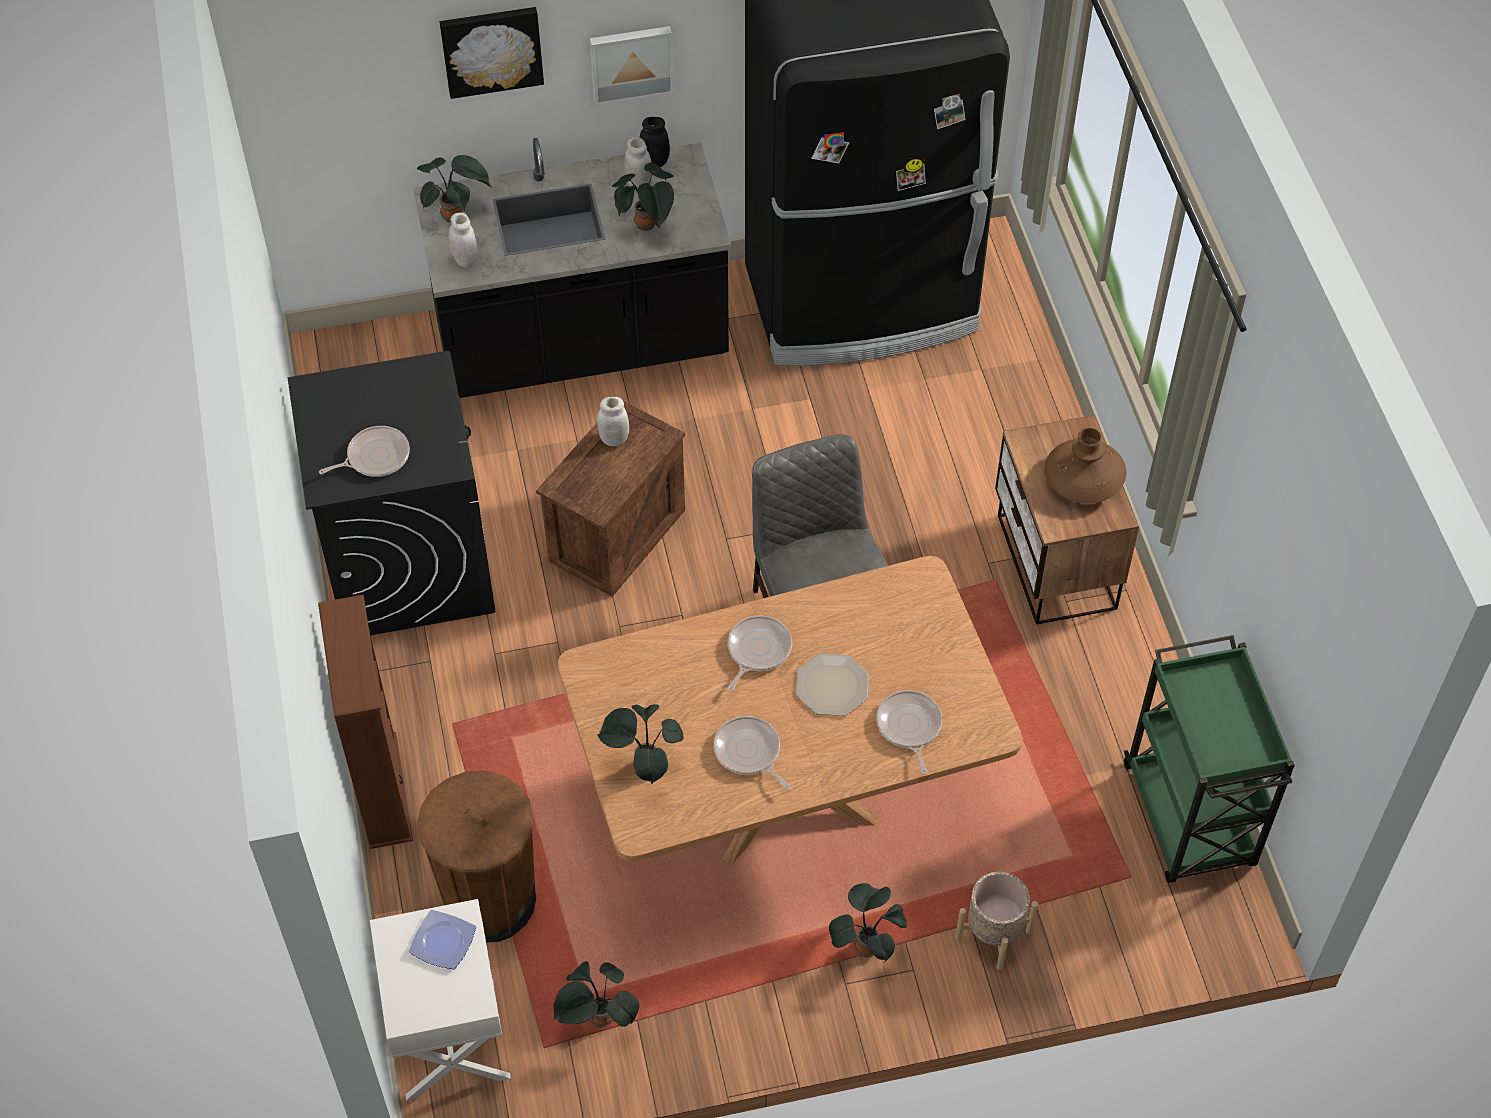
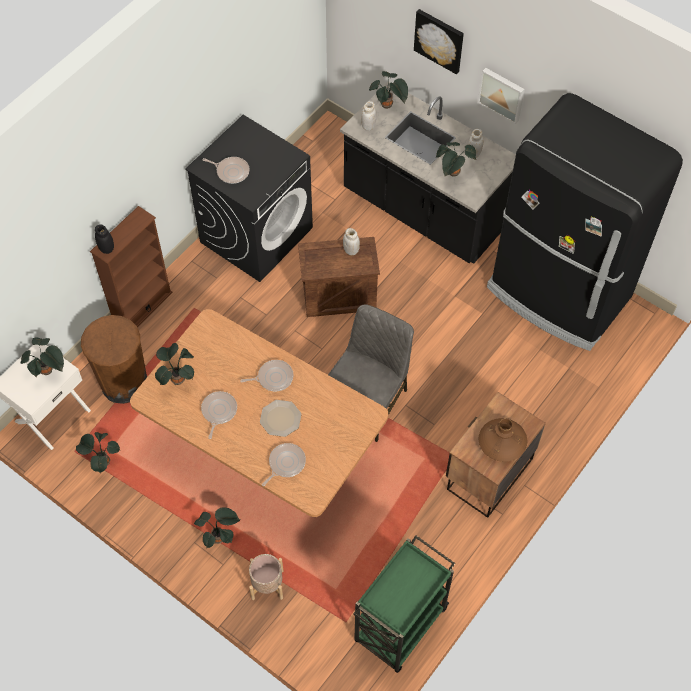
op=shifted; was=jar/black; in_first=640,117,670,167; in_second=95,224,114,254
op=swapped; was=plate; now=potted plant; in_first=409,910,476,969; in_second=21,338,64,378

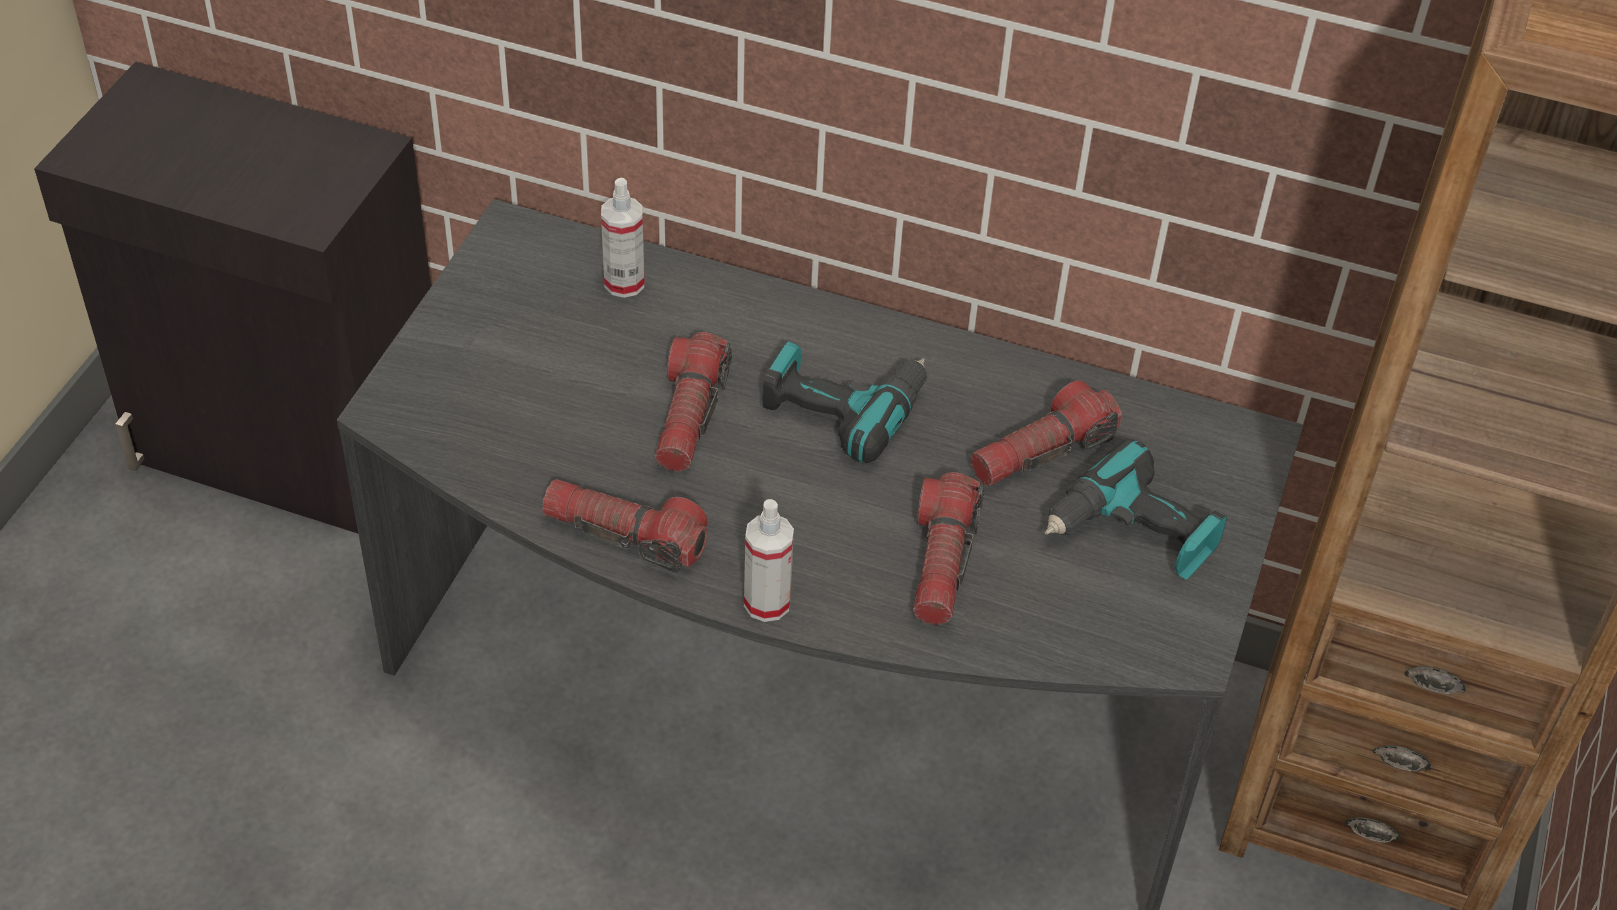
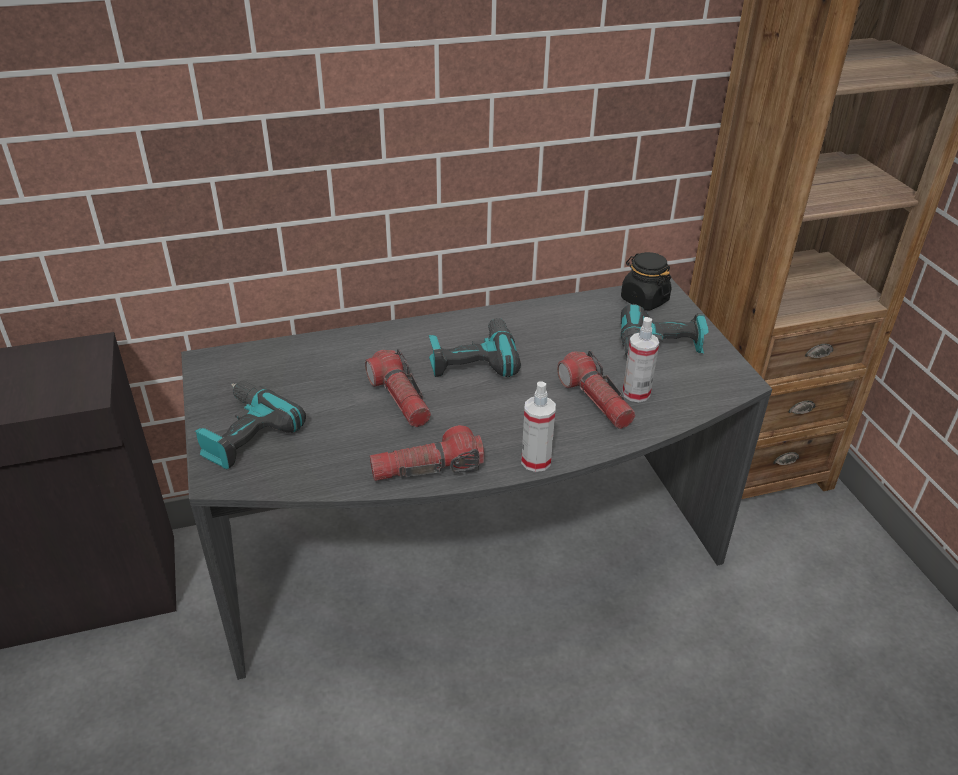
op=shifted; was=spray bottle; in_first=601,178,645,298; in_second=622,317,659,402
op=gone; was=flashlight; in_first=971,380,1122,486
op=new; now=jar/black; in_second=621,252,671,311
op=new; now=power drill; in_second=194,380,306,470

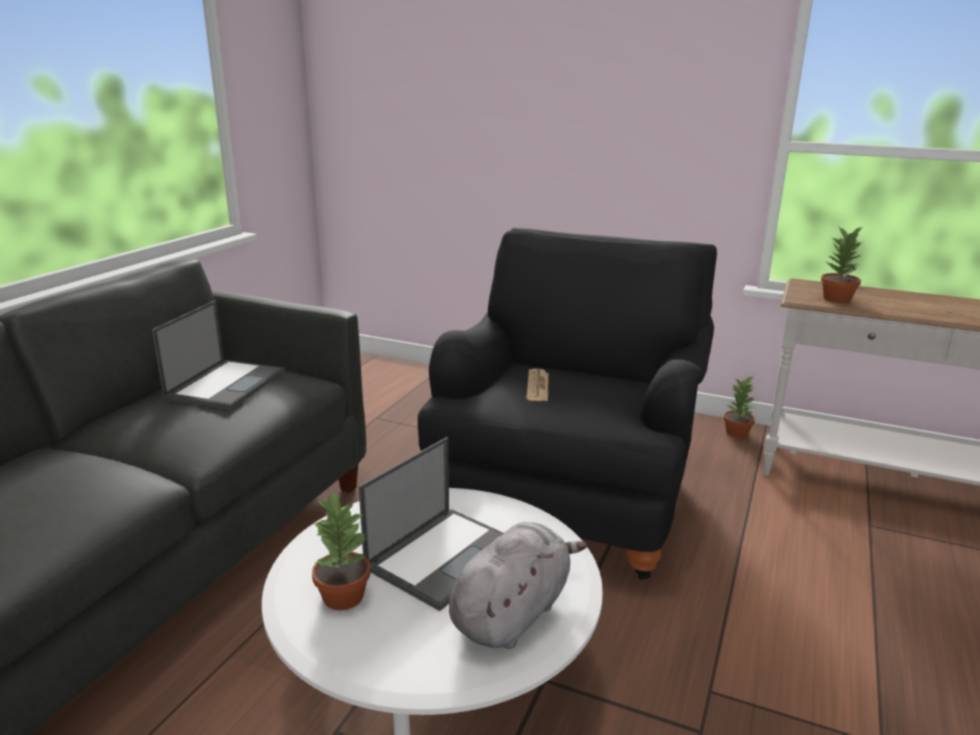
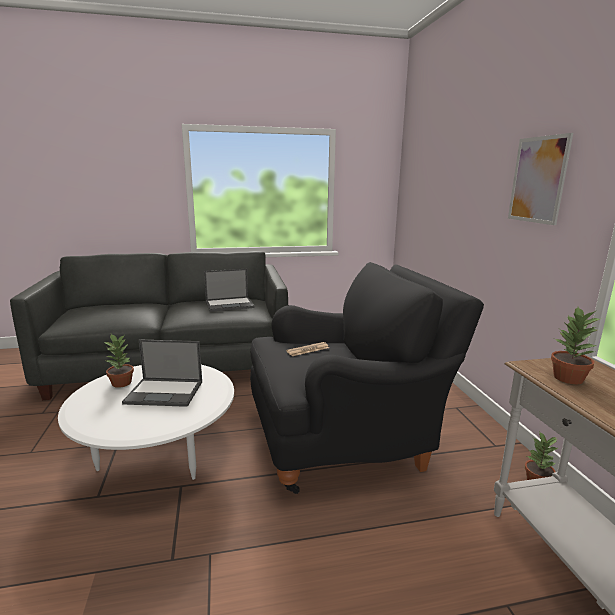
op=gone; was=plush toy/grey; in_first=449,522,587,649
op=new; now=picture; in_second=508,133,573,225

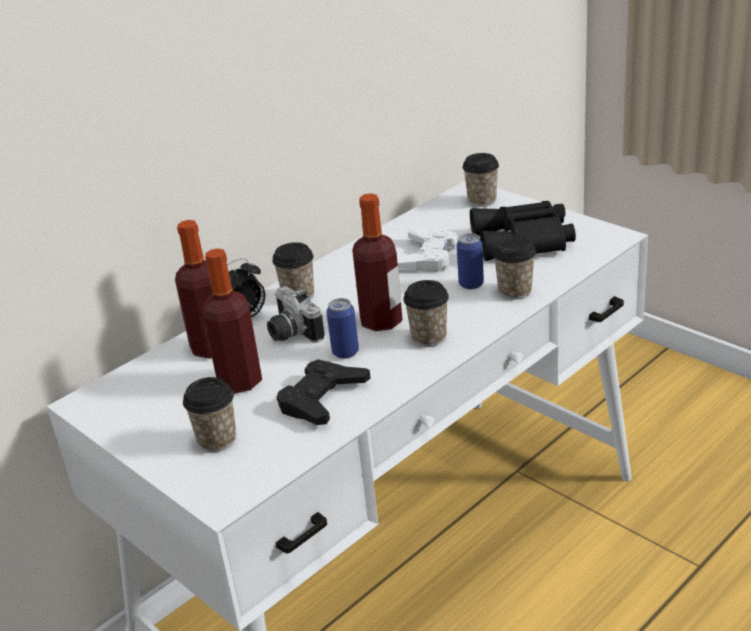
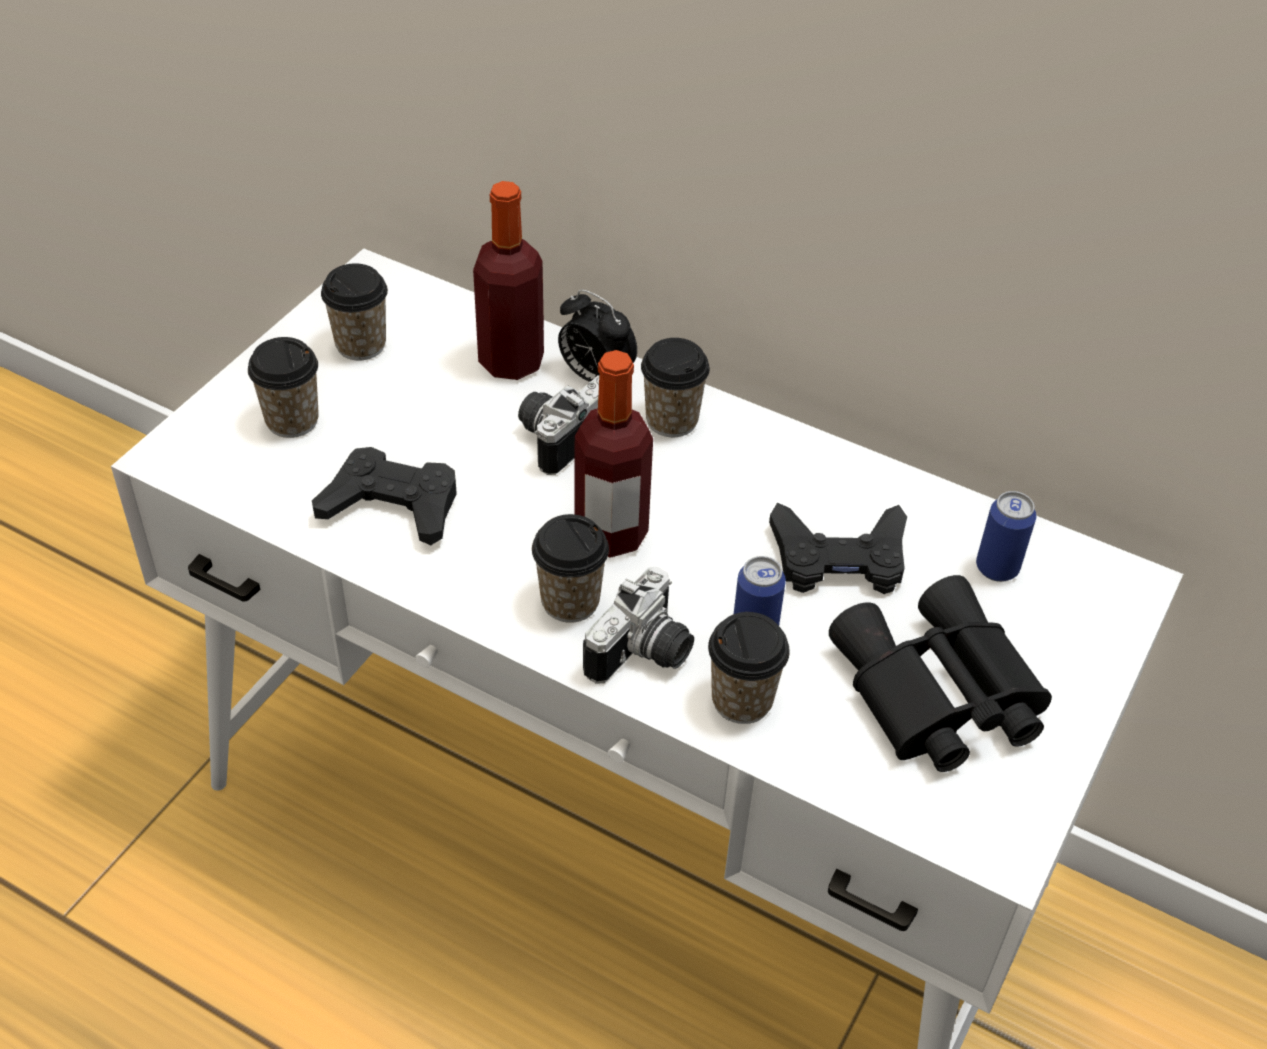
op=shifted; was=cup; in_first=462,153,499,207; in_second=321,263,388,361
op=repainted; was=game controller/white; now=game controller/black; in_first=397,227,457,272; in_second=769,503,907,594
op=gone; was=bottle; in_first=202,248,262,394
op=shifted; was=can; in_first=326,298,359,359; in_second=976,491,1036,582
op=new; now=photo camera; in_second=583,567,694,684

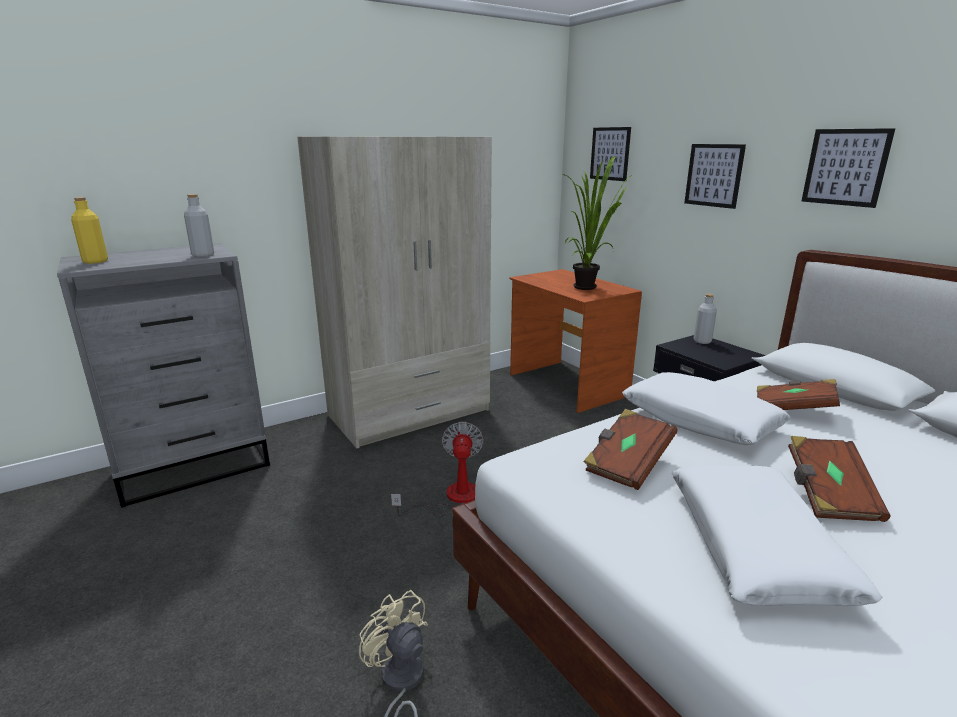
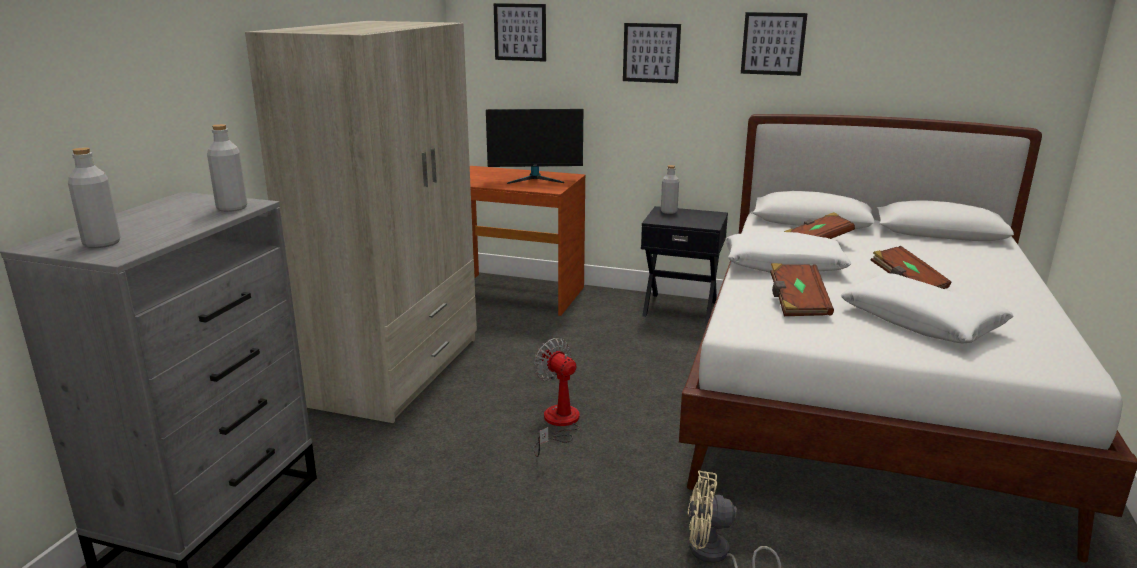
op=swapped; was=potted plant; now=monitor; in_first=562,156,632,290; in_second=486,109,583,184
op=repainted; was=bottle/yellow; now=bottle/grey; in_first=71,197,108,264; in_second=68,147,120,248

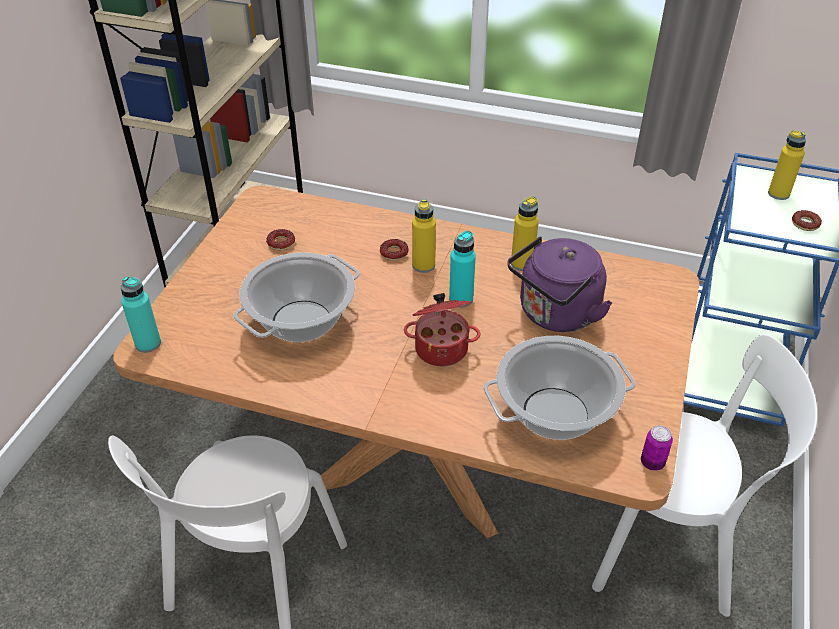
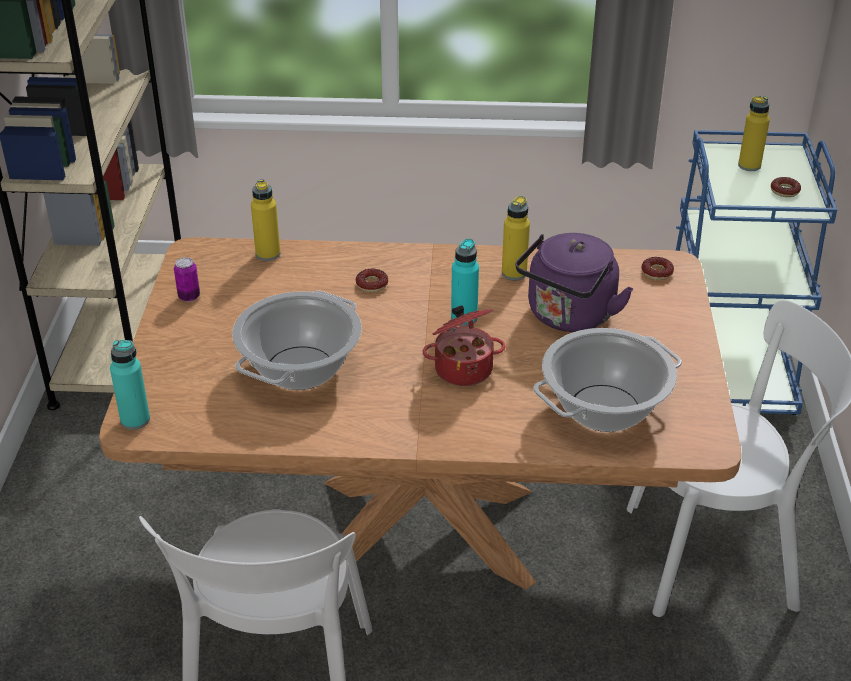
op=shifted; was=bottle/yellow; in_first=412,199,436,273; in_second=251,179,280,261
op=shifted; was=donut; in_first=266,229,295,251; in_second=642,257,674,280
op=shifted; was=can; in_first=641,425,673,471; in_second=174,257,200,302

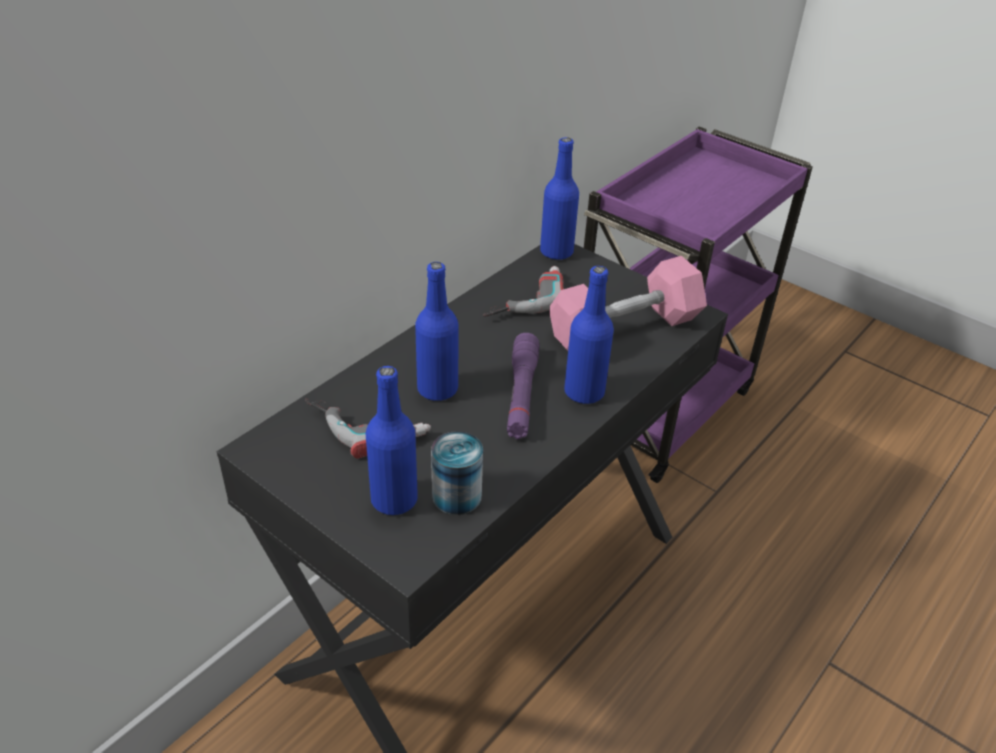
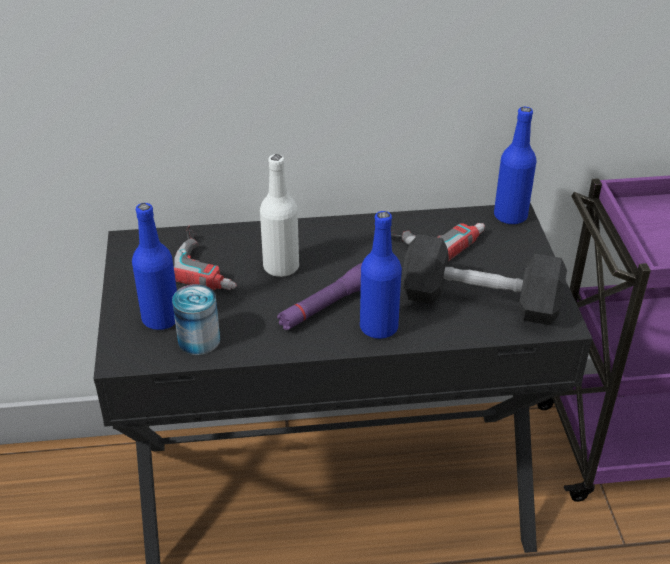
op=repainted; was=dumbbell/pink; now=dumbbell/black; in_first=550,256,707,350; in_second=401,234,567,325
op=repainted; was=bottle/blue; now=bottle/white; in_first=415,262,459,401; in_second=260,154,299,277

